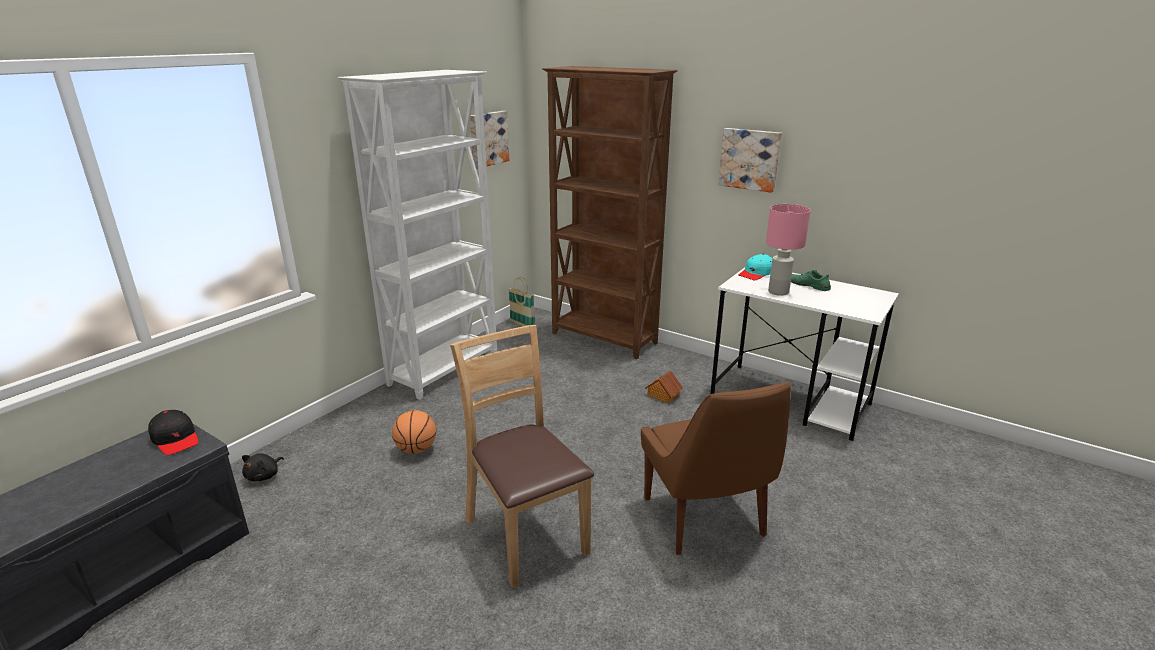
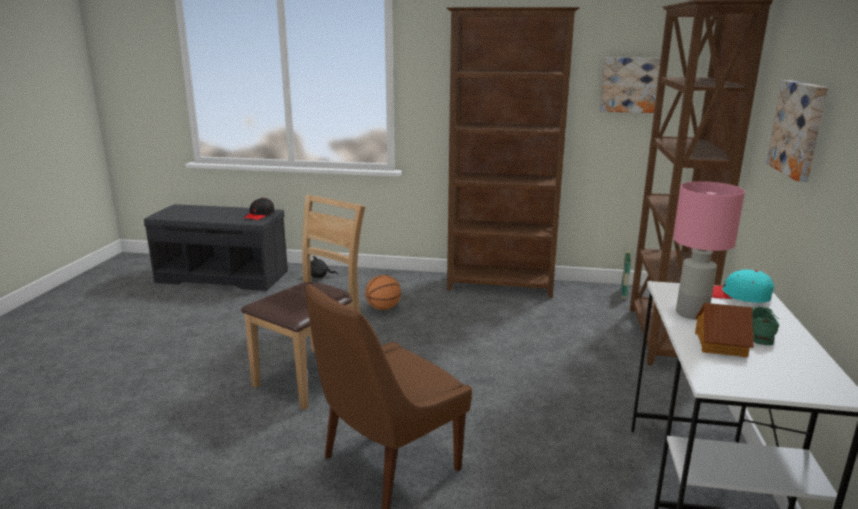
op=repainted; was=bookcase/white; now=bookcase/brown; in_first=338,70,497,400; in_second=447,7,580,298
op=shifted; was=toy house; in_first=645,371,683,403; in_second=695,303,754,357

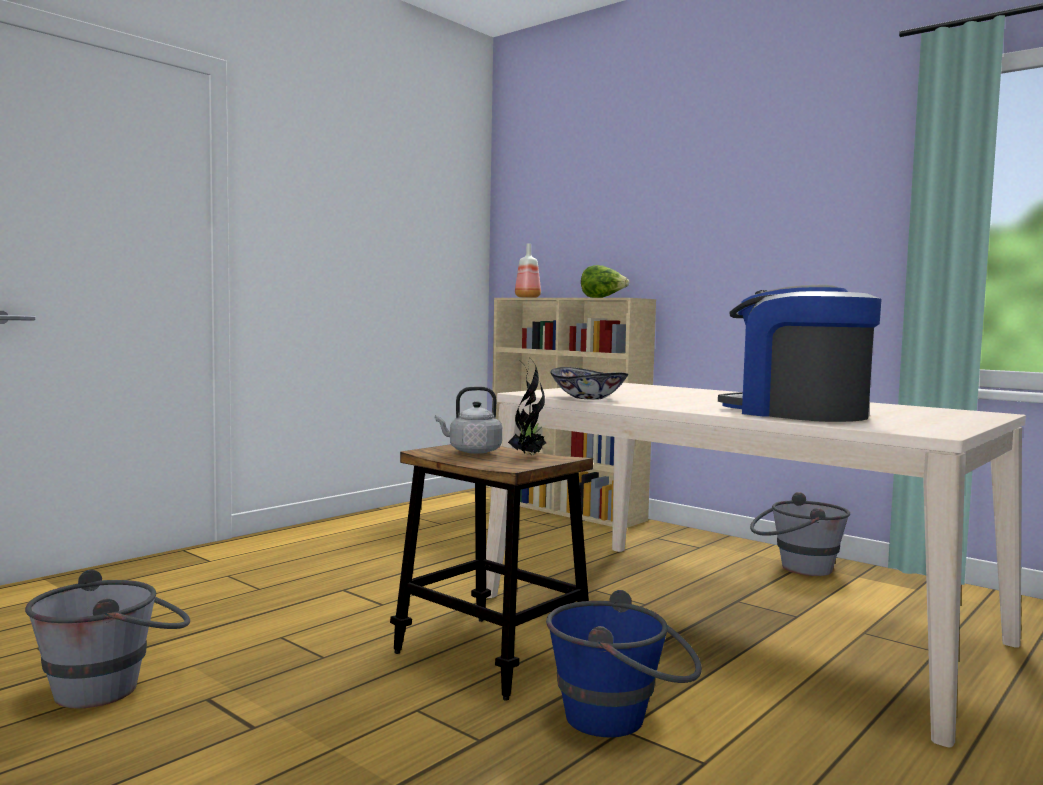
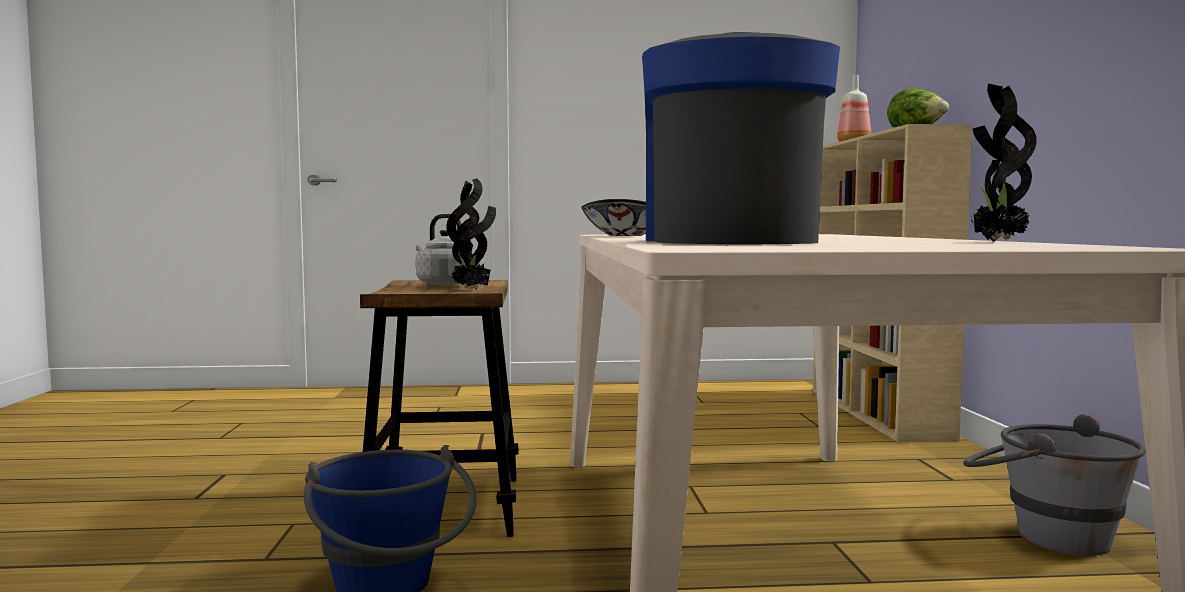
op=gone; was=bucket/grey; in_first=25,570,190,708
op=new; now=potted plant; in_second=971,84,1037,242

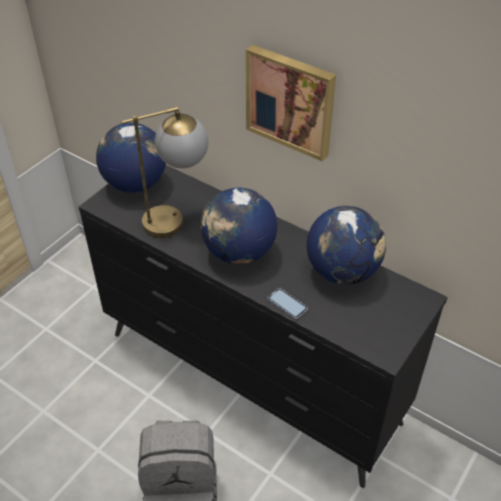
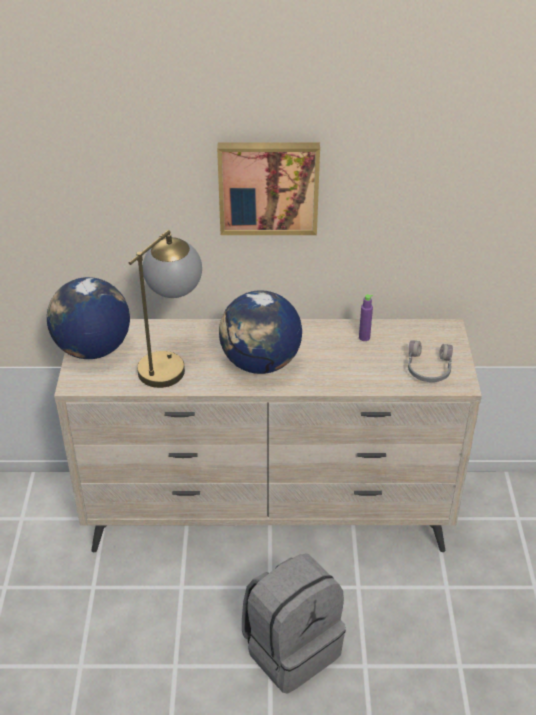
op=repainted; was=dresser/black; now=dresser/beige; in_first=79,165,448,488; in_second=54,319,482,552
op=swapped; was=globe; now=bottle/purple; in_first=307,206,386,285; in_second=359,294,373,341
op=gone; was=phone; in_first=268,288,308,319
op=new; now=headphones/grey; in_second=408,340,453,382

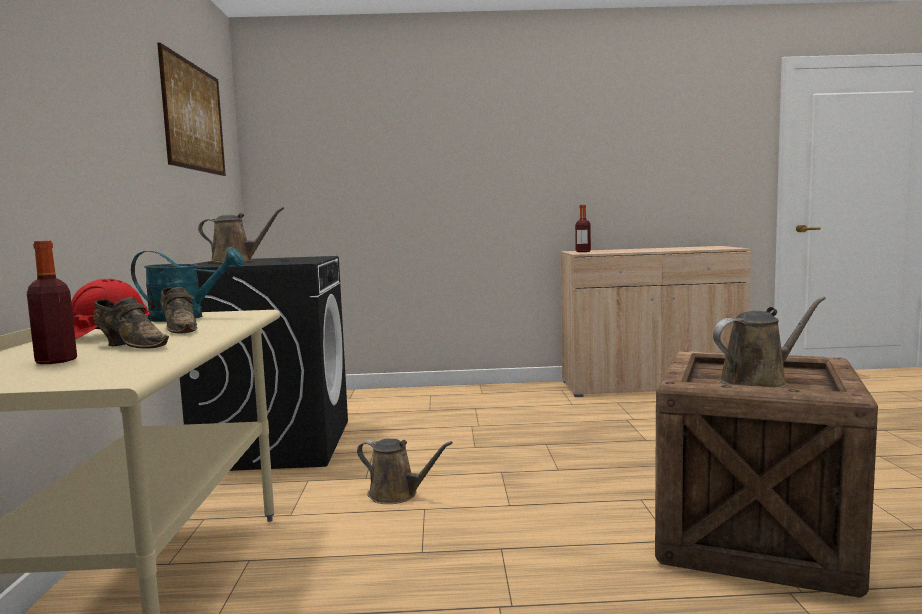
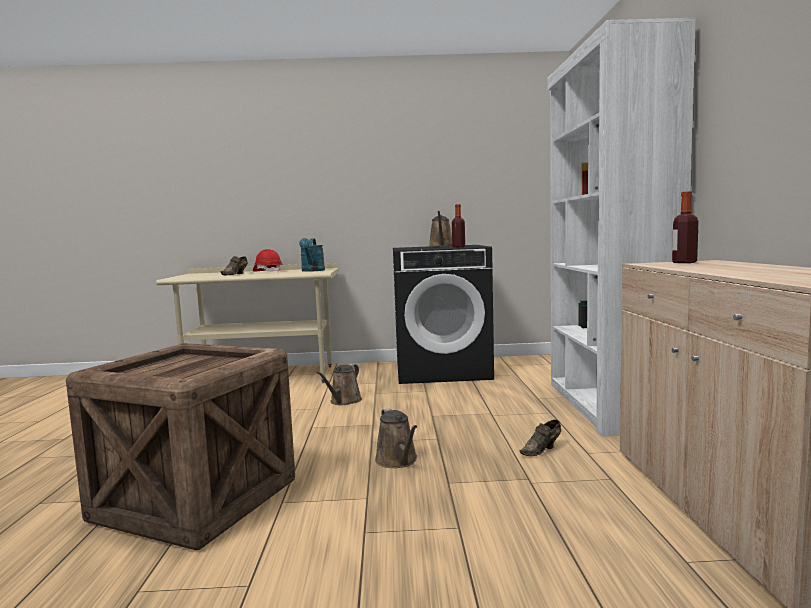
op=gone; was=picture; in_first=157,42,226,176
op=shifted; was=bottle; in_first=27,241,77,364; in_second=452,204,465,248
op=shifted; was=shoe/brown; in_first=160,287,197,333; in_second=520,419,561,456
op=shifted; was=watering can/brown; in_first=713,296,826,388; in_second=375,408,417,468
op=new; now=bookcase/white; in_second=548,18,696,437

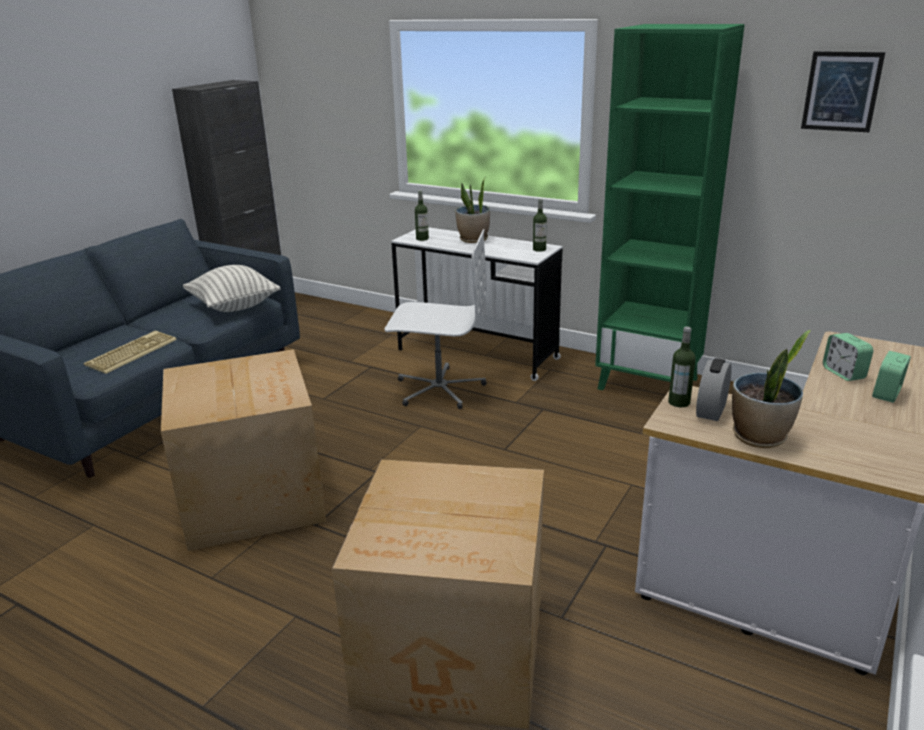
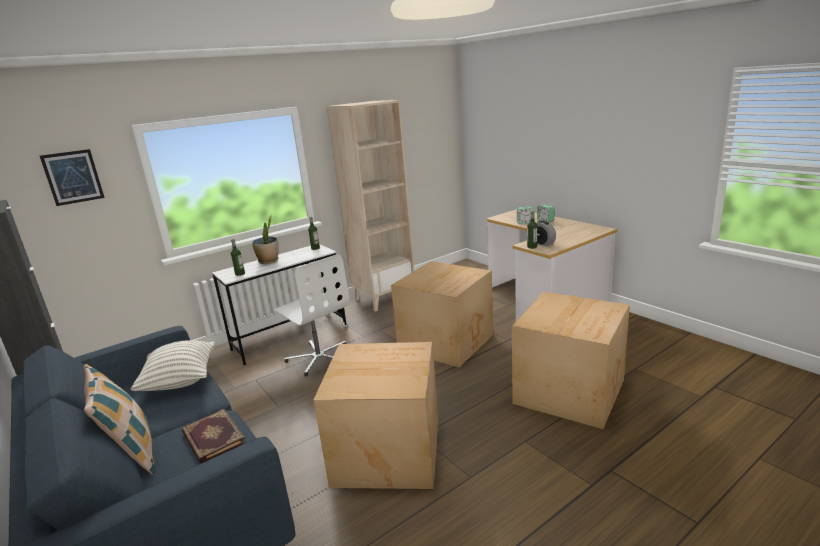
op=repainted; was=bookcase/green; now=bookcase/beige; in_first=595,24,745,390; in_second=327,100,414,312
op=shifted; was=picture; in_first=801,51,885,132; in_second=40,149,105,206
op=rotated; was=office chair/white; in_first=384,229,487,409; in_second=274,254,349,376; clockwise=105
op=gone; was=potted plant; in_first=732,330,811,448
op=swapped; was=keyboard; now=book; in_first=84,331,177,374; in_second=182,409,246,464
op=new; now=cardboard box; in_second=391,261,493,368
op=new; now=pillow; in_second=84,364,155,475

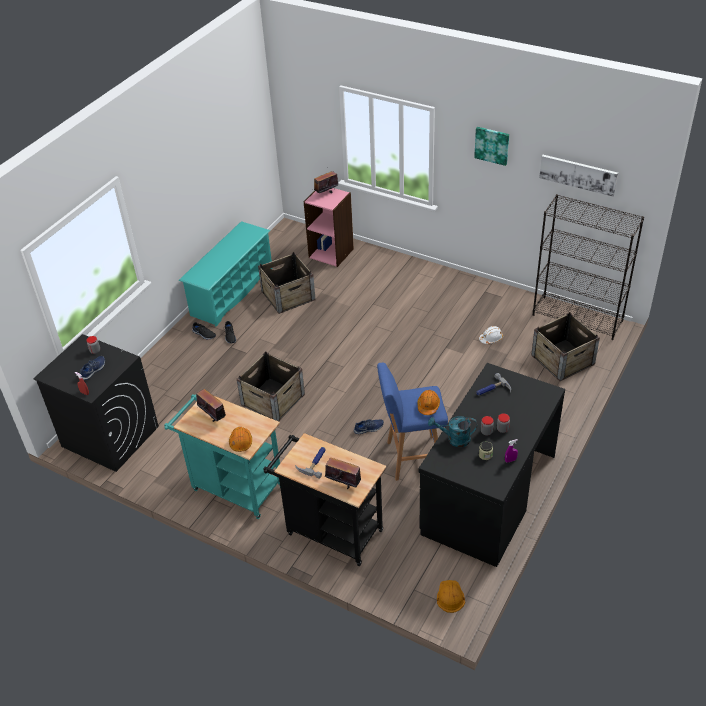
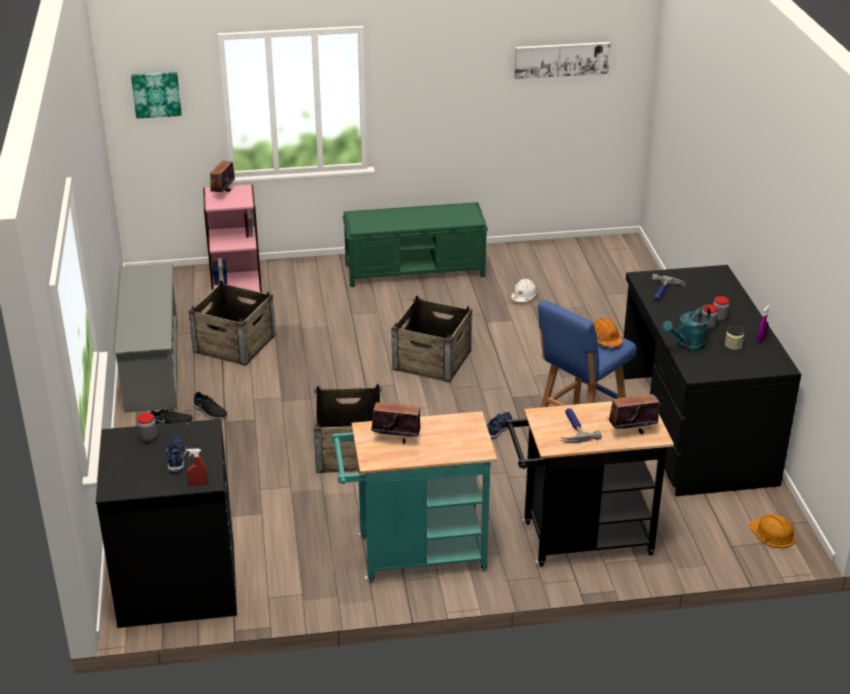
op=shifted; was=picture; in_first=474,127,509,166; in_second=131,72,182,119
op=gone; was=bookcase/black; in_first=533,194,644,340
op=repainted; was=shoe rack/turquoise; now=shoe rack/grey; in_first=179,221,273,327; in_second=113,263,178,413
op=shifted; was=crate; in_first=531,312,600,381; in_second=392,296,472,383
op=gone; was=hard hat/orange; in_first=229,427,252,452
op=new; now=bench/green; in_second=343,202,488,287

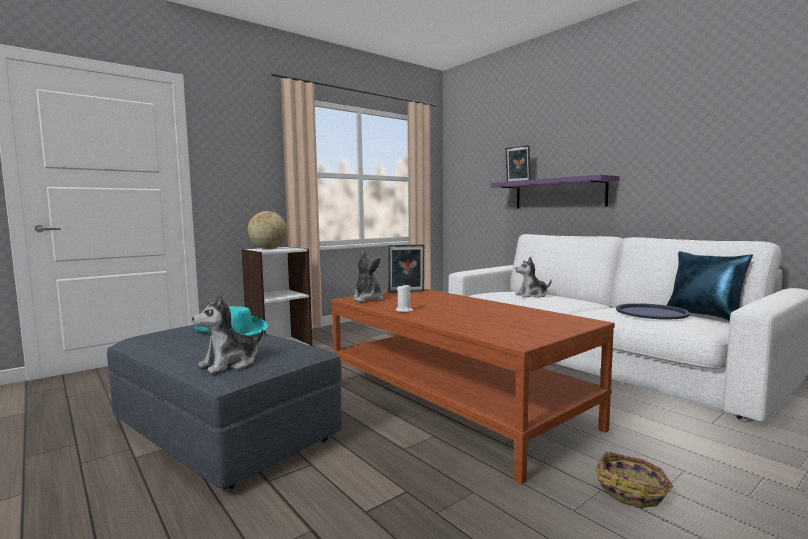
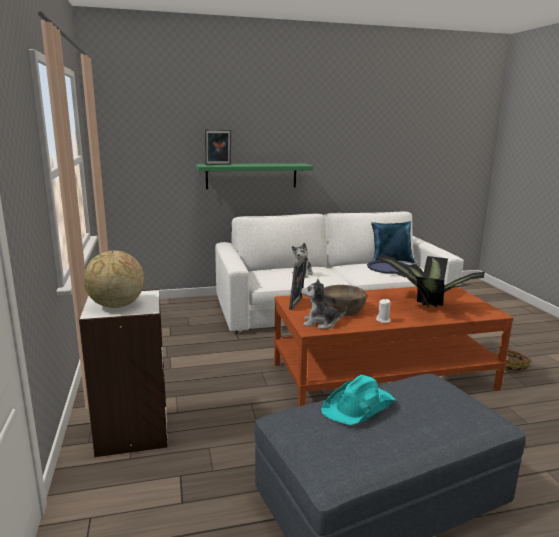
op=repainted; was=shelf/purple; now=shelf/green; in_first=491,174,620,208; in_second=196,163,314,189
op=gone; was=plush toy; in_first=192,294,264,374
op=new; now=potted plant; in_second=376,254,485,307
op=new; now=bowl/brown; in_second=324,285,367,316

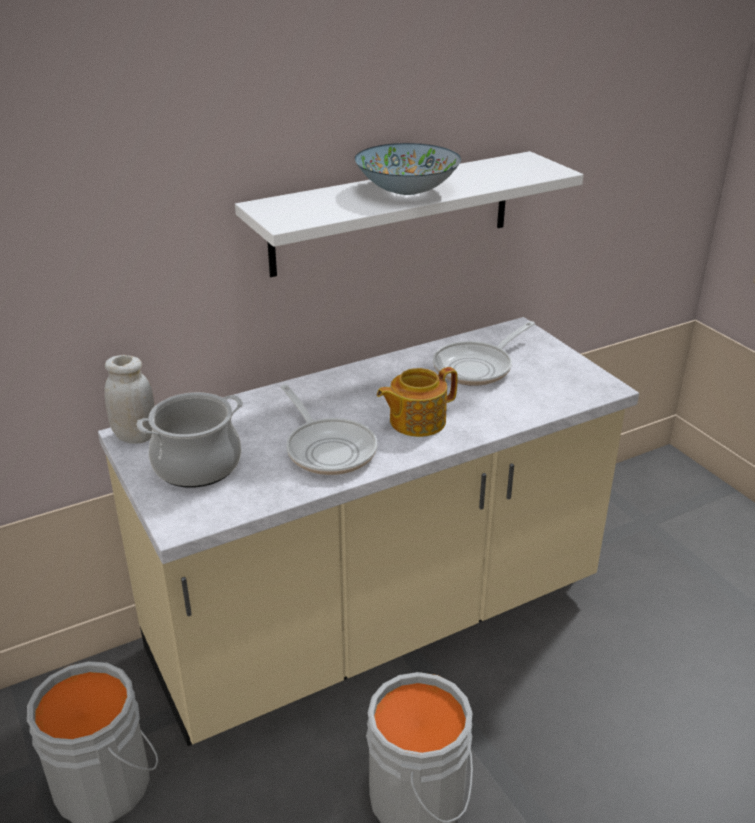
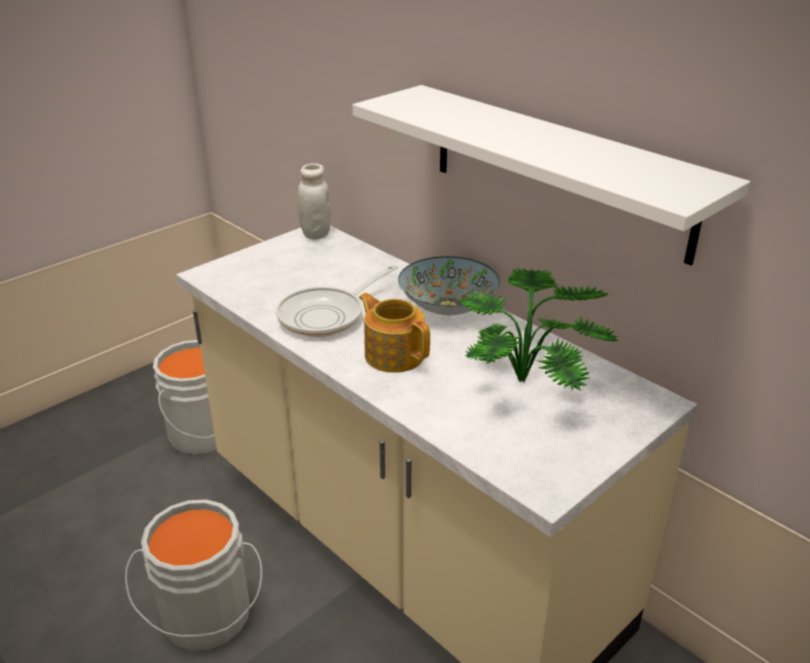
op=shifted; was=bowl; in_first=355,143,461,195; in_second=398,256,500,315
op=swapped; was=frying pan; now=potted plant; in_first=433,321,535,386; in_second=460,268,619,391
op=gone; was=cooking pot; in_first=136,392,243,488

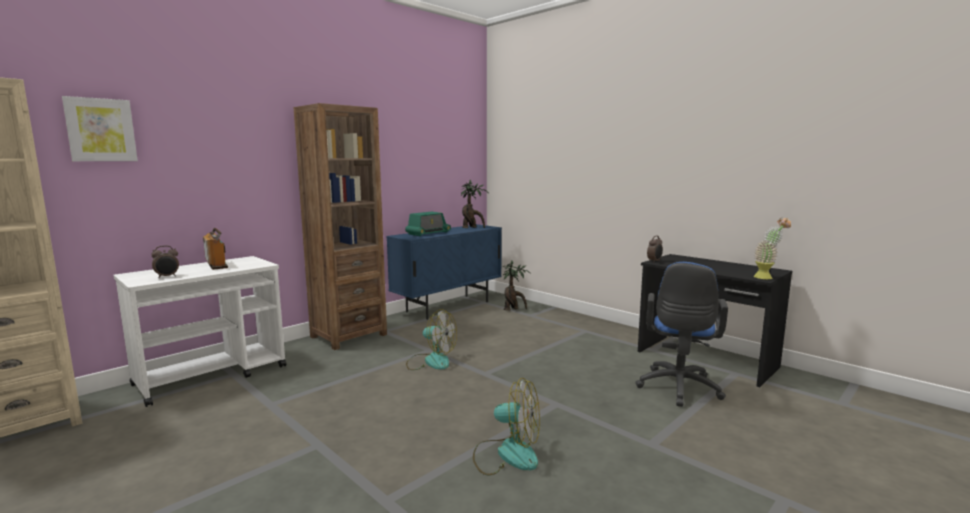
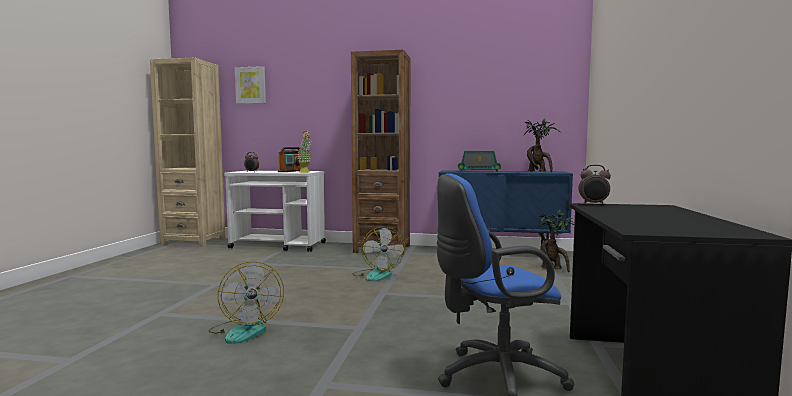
op=shifted; was=potted plant; in_first=754,218,791,279; in_second=297,131,312,173

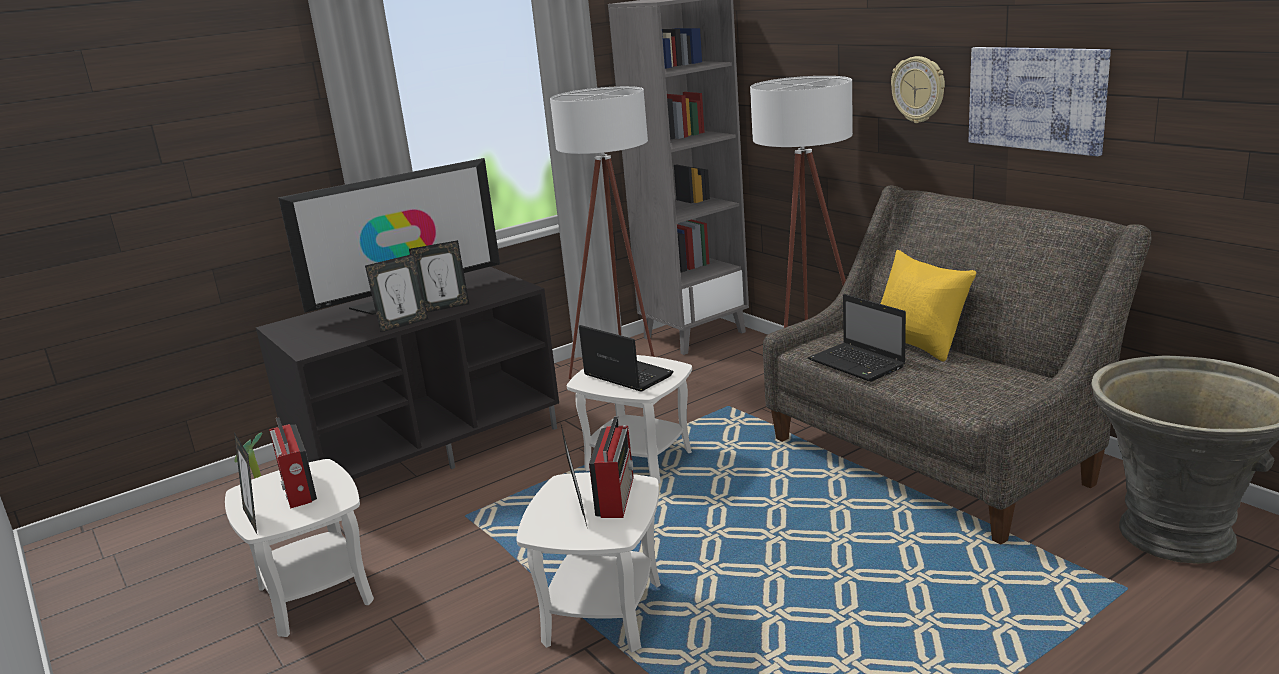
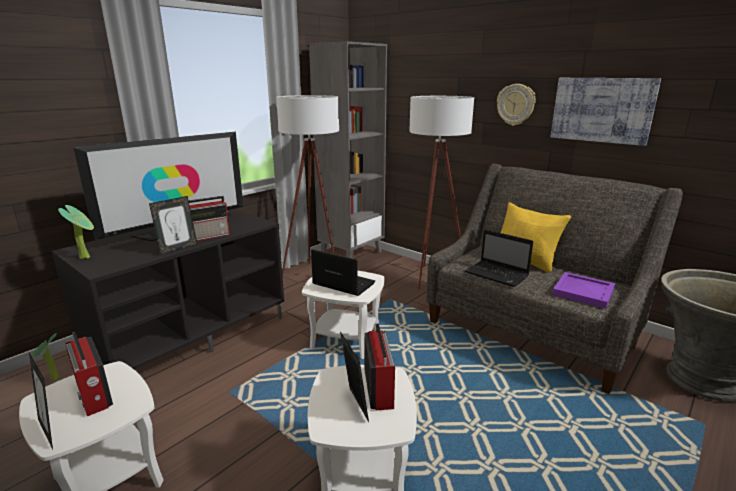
op=swapped; was=picture frame; now=radio; in_first=409,240,469,312; in_second=189,196,230,241
op=new; now=potted plant; in_second=58,205,94,259
op=new; now=tray/purple; in_second=552,272,615,309

